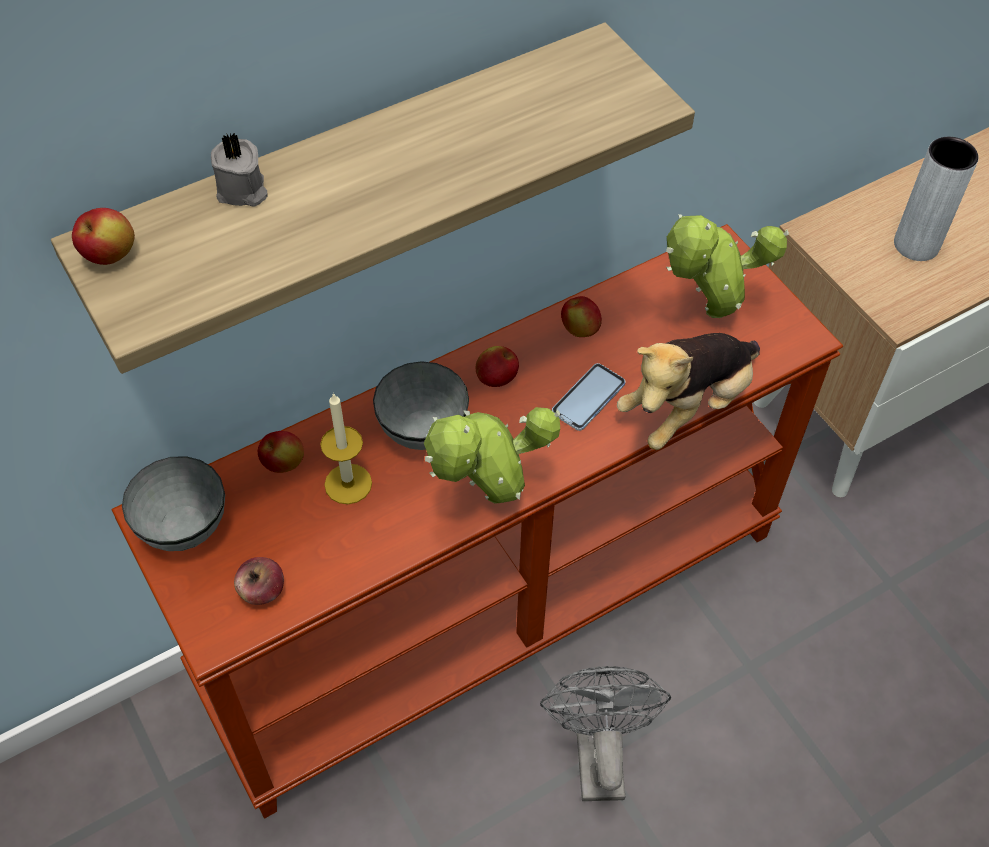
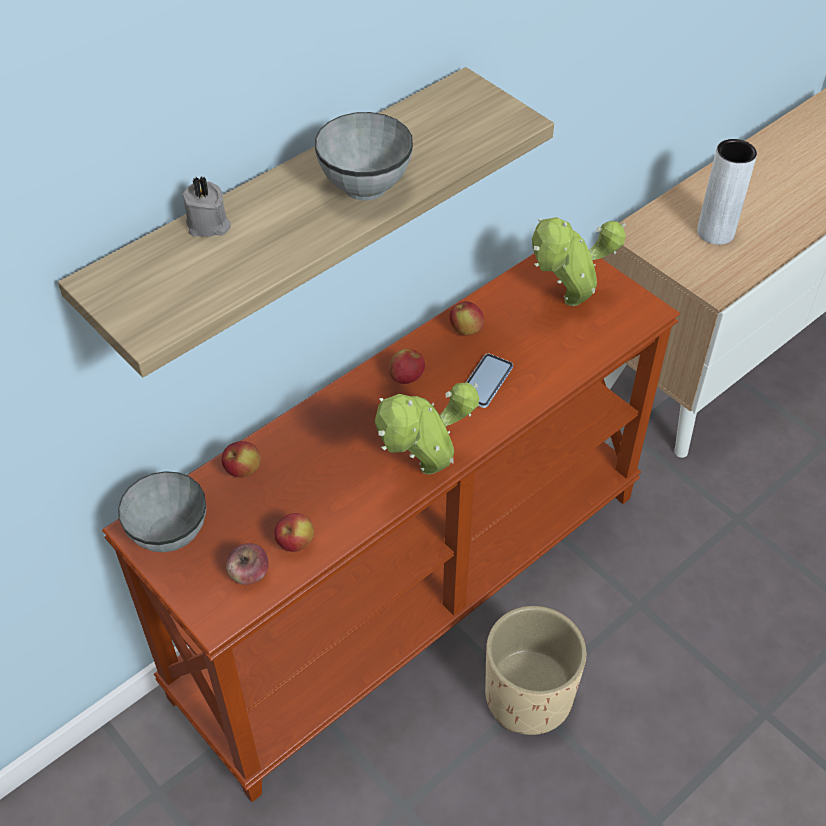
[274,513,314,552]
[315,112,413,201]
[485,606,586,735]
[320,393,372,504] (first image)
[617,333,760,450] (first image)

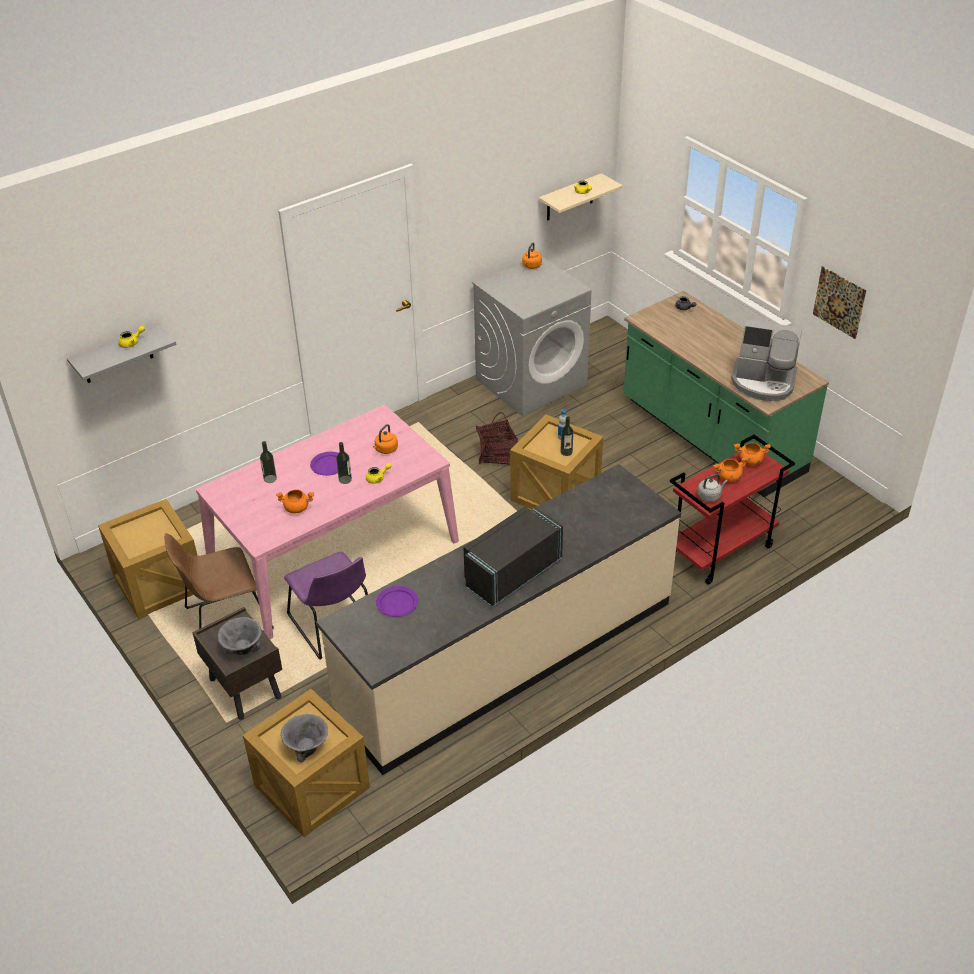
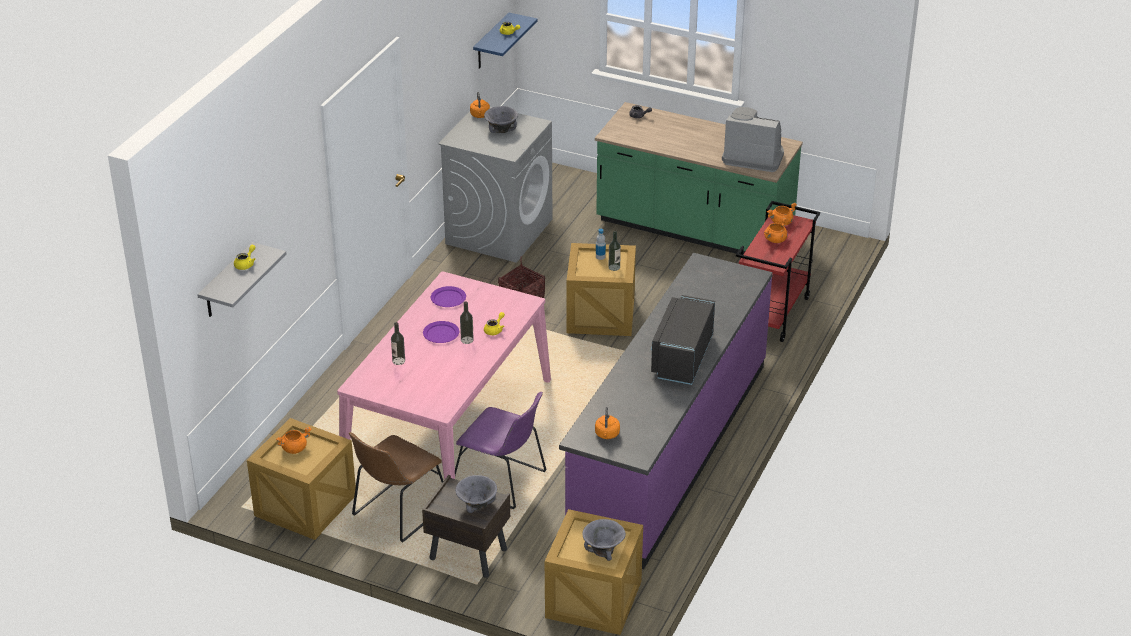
[276,427,312,454]
[431,286,466,307]
[473,13,538,69]
[484,106,518,133]
[559,253,773,569]
[595,407,620,439]
[722,107,784,172]
[697,474,728,502] (first image)
[813,266,867,339] (first image)

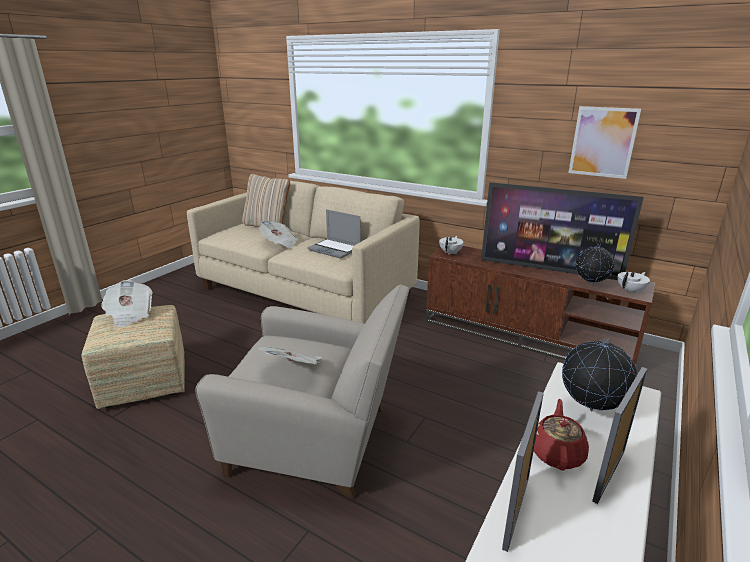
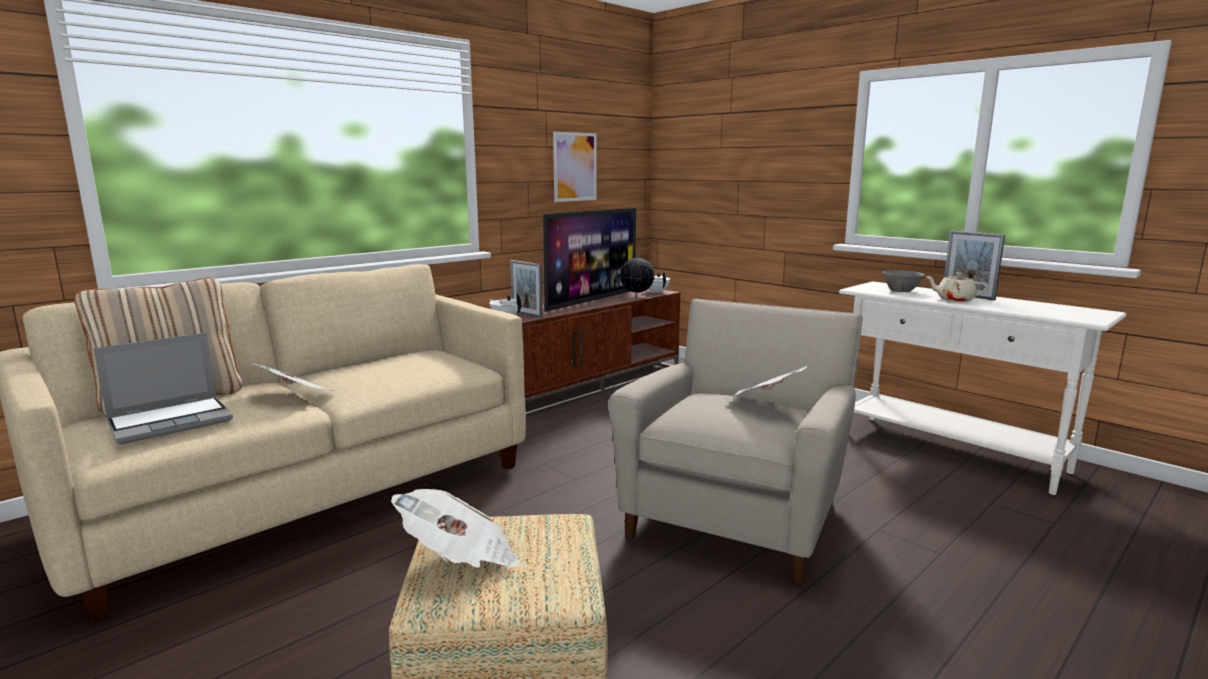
[93,333,233,445]
[510,260,543,318]
[883,270,925,292]
[926,272,988,302]

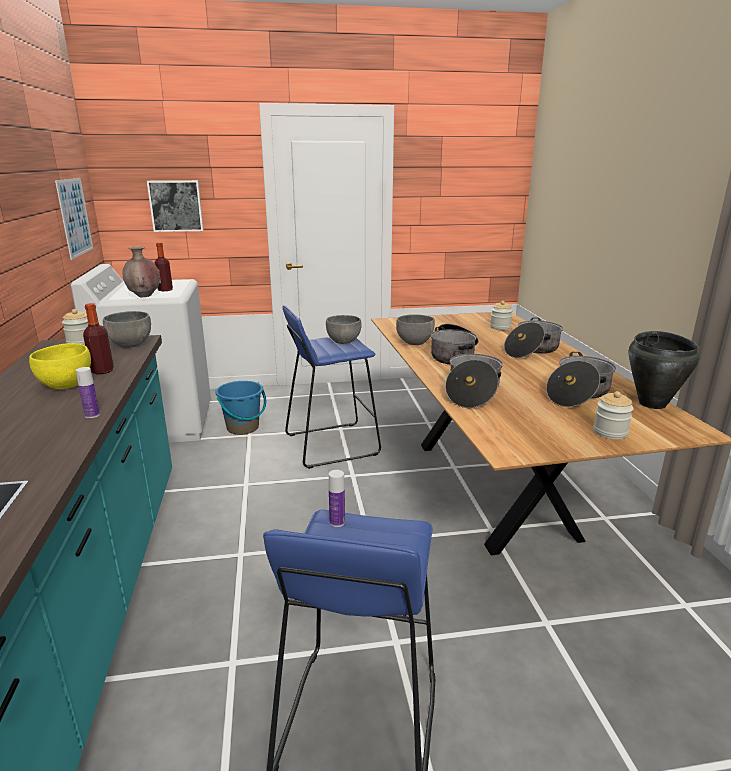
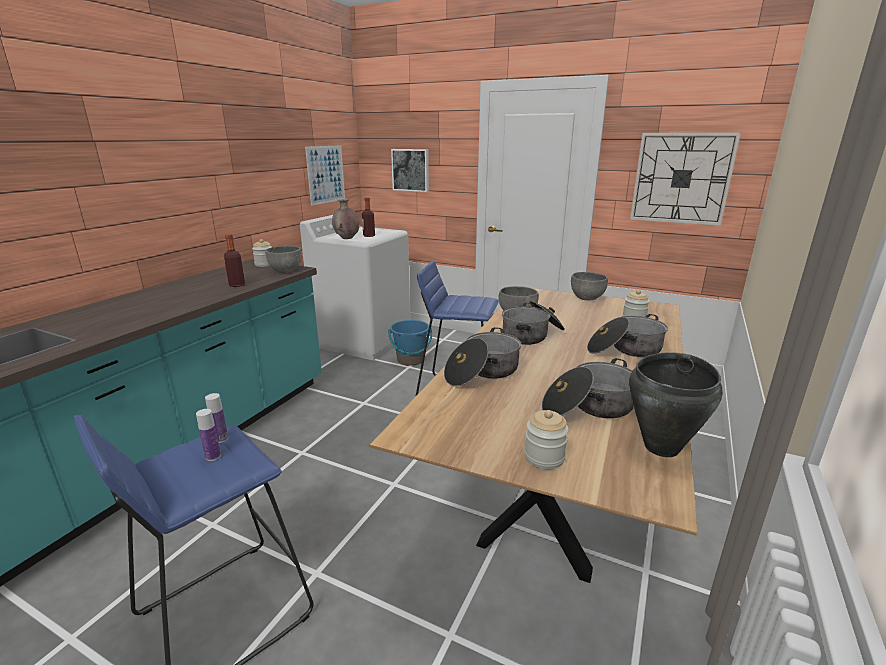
[196,409,221,461]
[571,272,608,301]
[630,133,741,226]
[29,343,91,389] (first image)

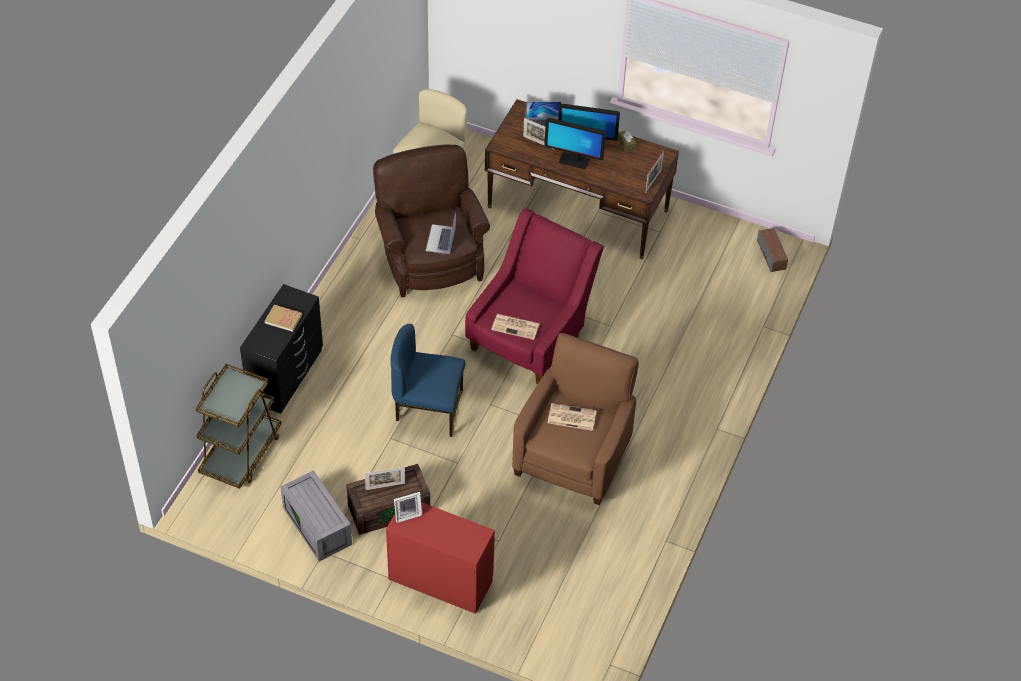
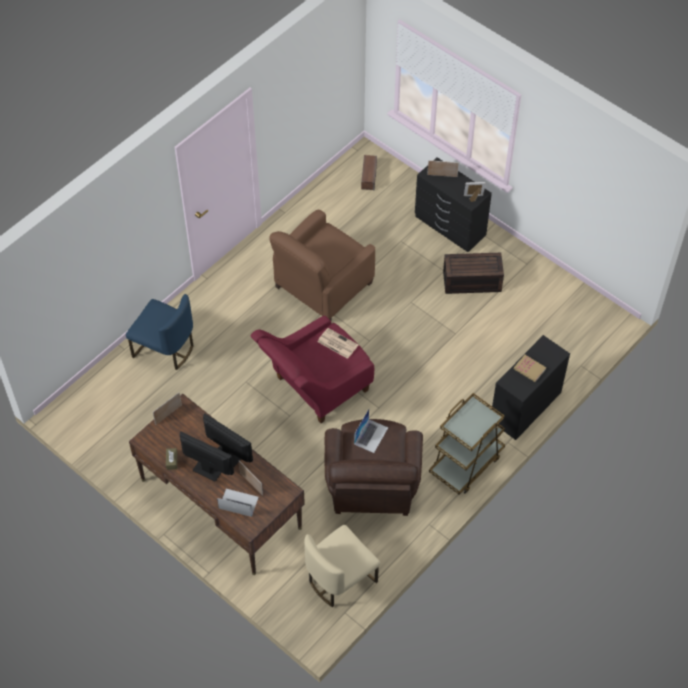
[126,294,194,370]
[361,155,377,190]
[415,157,492,252]
[427,160,459,177]
[429,393,505,494]
[280,470,352,562] (first image)
[548,403,597,431] (first image)

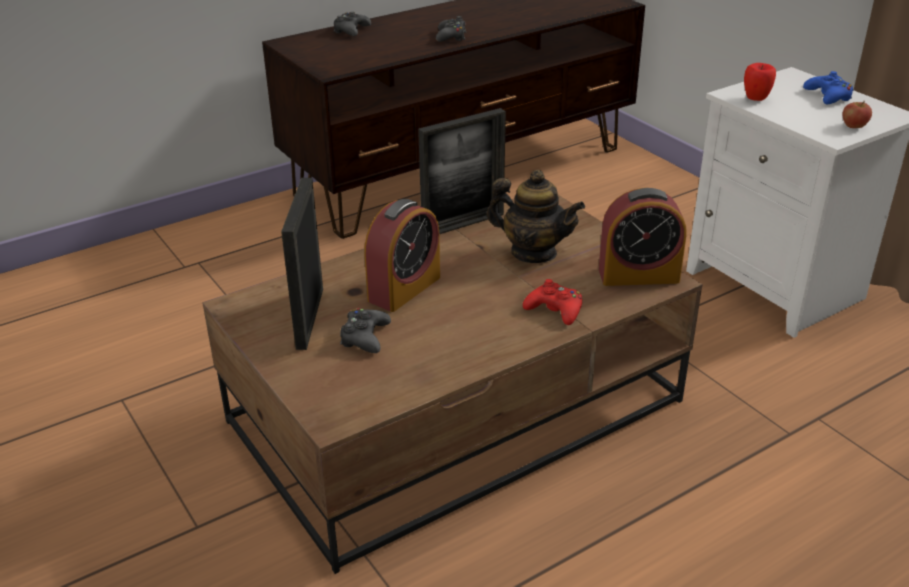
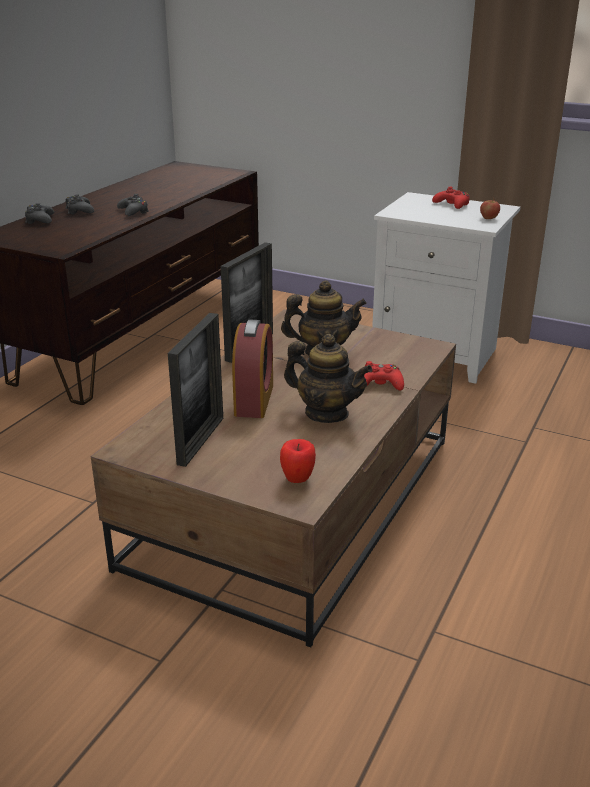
[65,195,94,215]
[168,313,223,467]
[280,439,316,483]
[284,334,373,423]
[432,187,470,209]
[599,188,686,286] (first image)

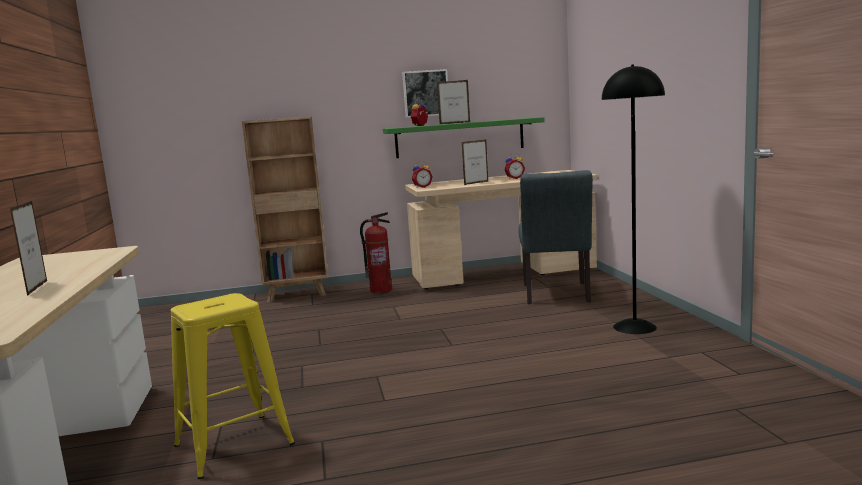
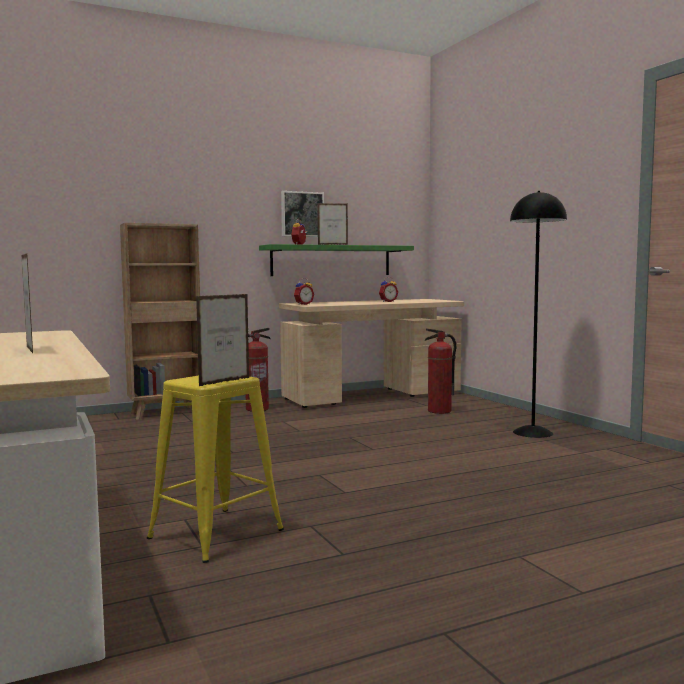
[196,294,250,386]
[425,329,457,414]

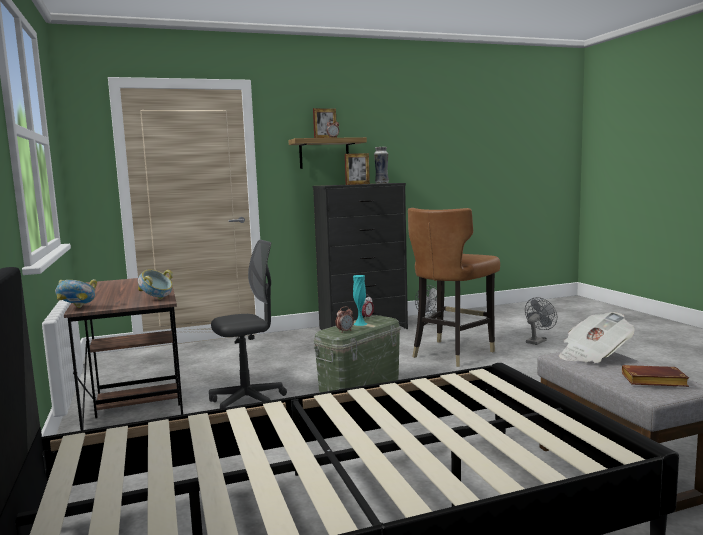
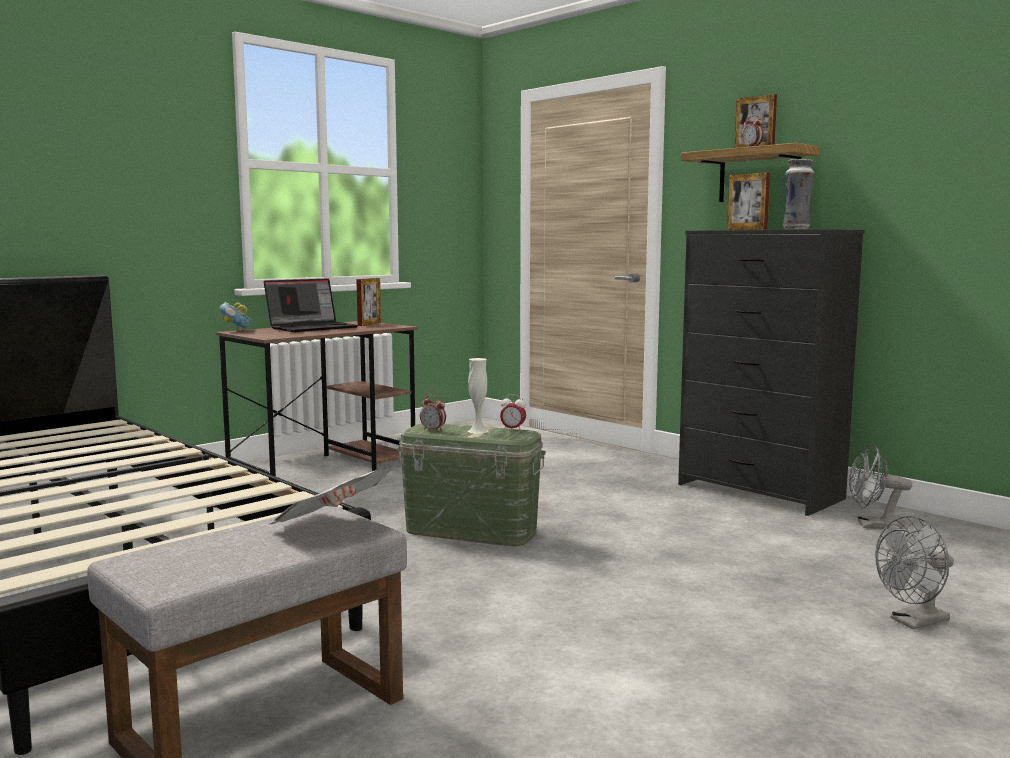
[264,279,358,332]
[356,278,381,326]
[468,358,488,434]
[875,516,954,629]
[138,270,173,300] (first image)
[209,240,287,408] (first image)
[408,208,500,367] (first image)
[622,365,689,387] (first image)

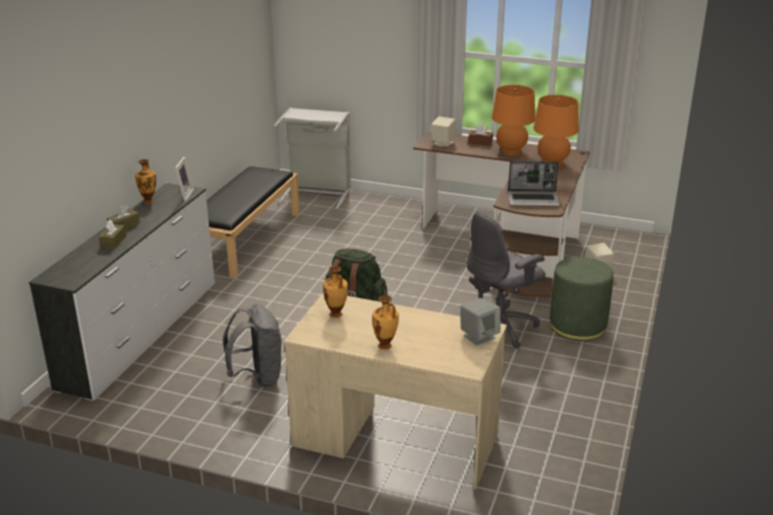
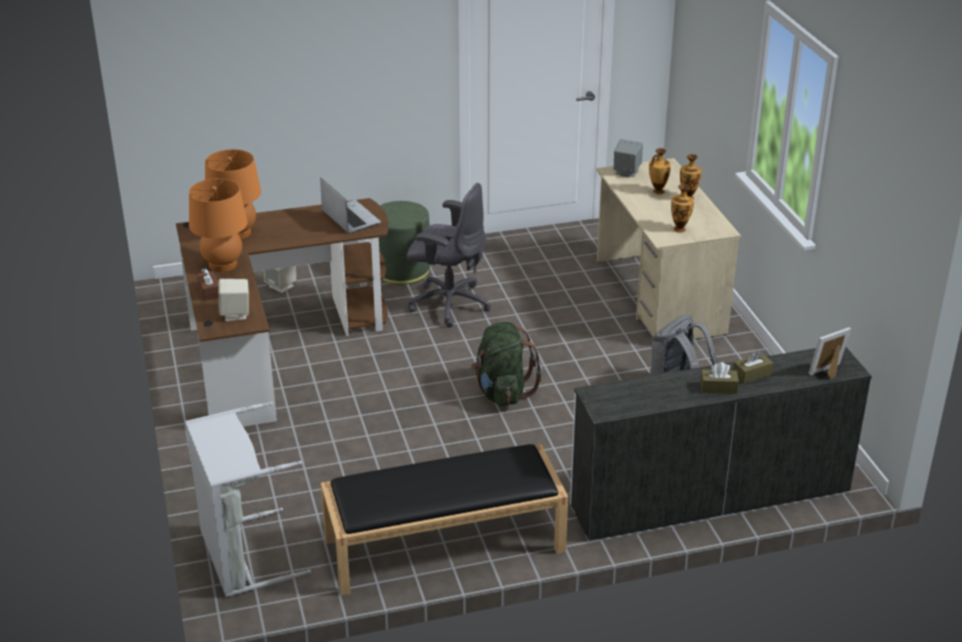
[649,148,671,194]
[809,327,851,379]

